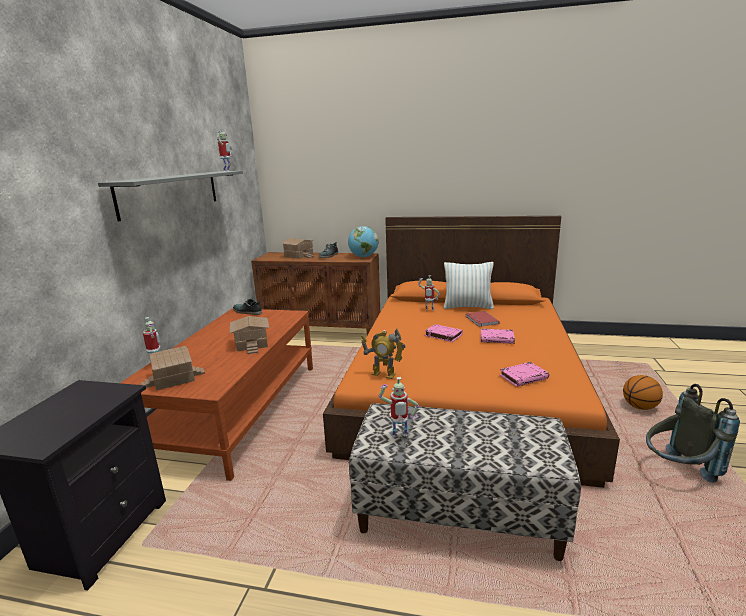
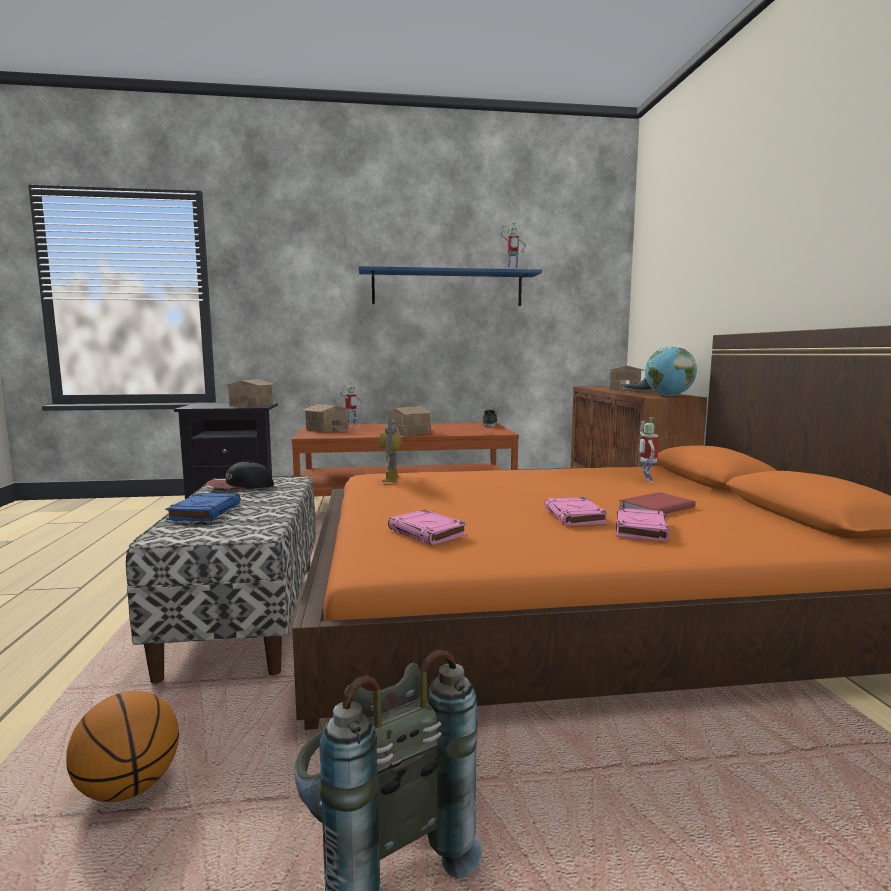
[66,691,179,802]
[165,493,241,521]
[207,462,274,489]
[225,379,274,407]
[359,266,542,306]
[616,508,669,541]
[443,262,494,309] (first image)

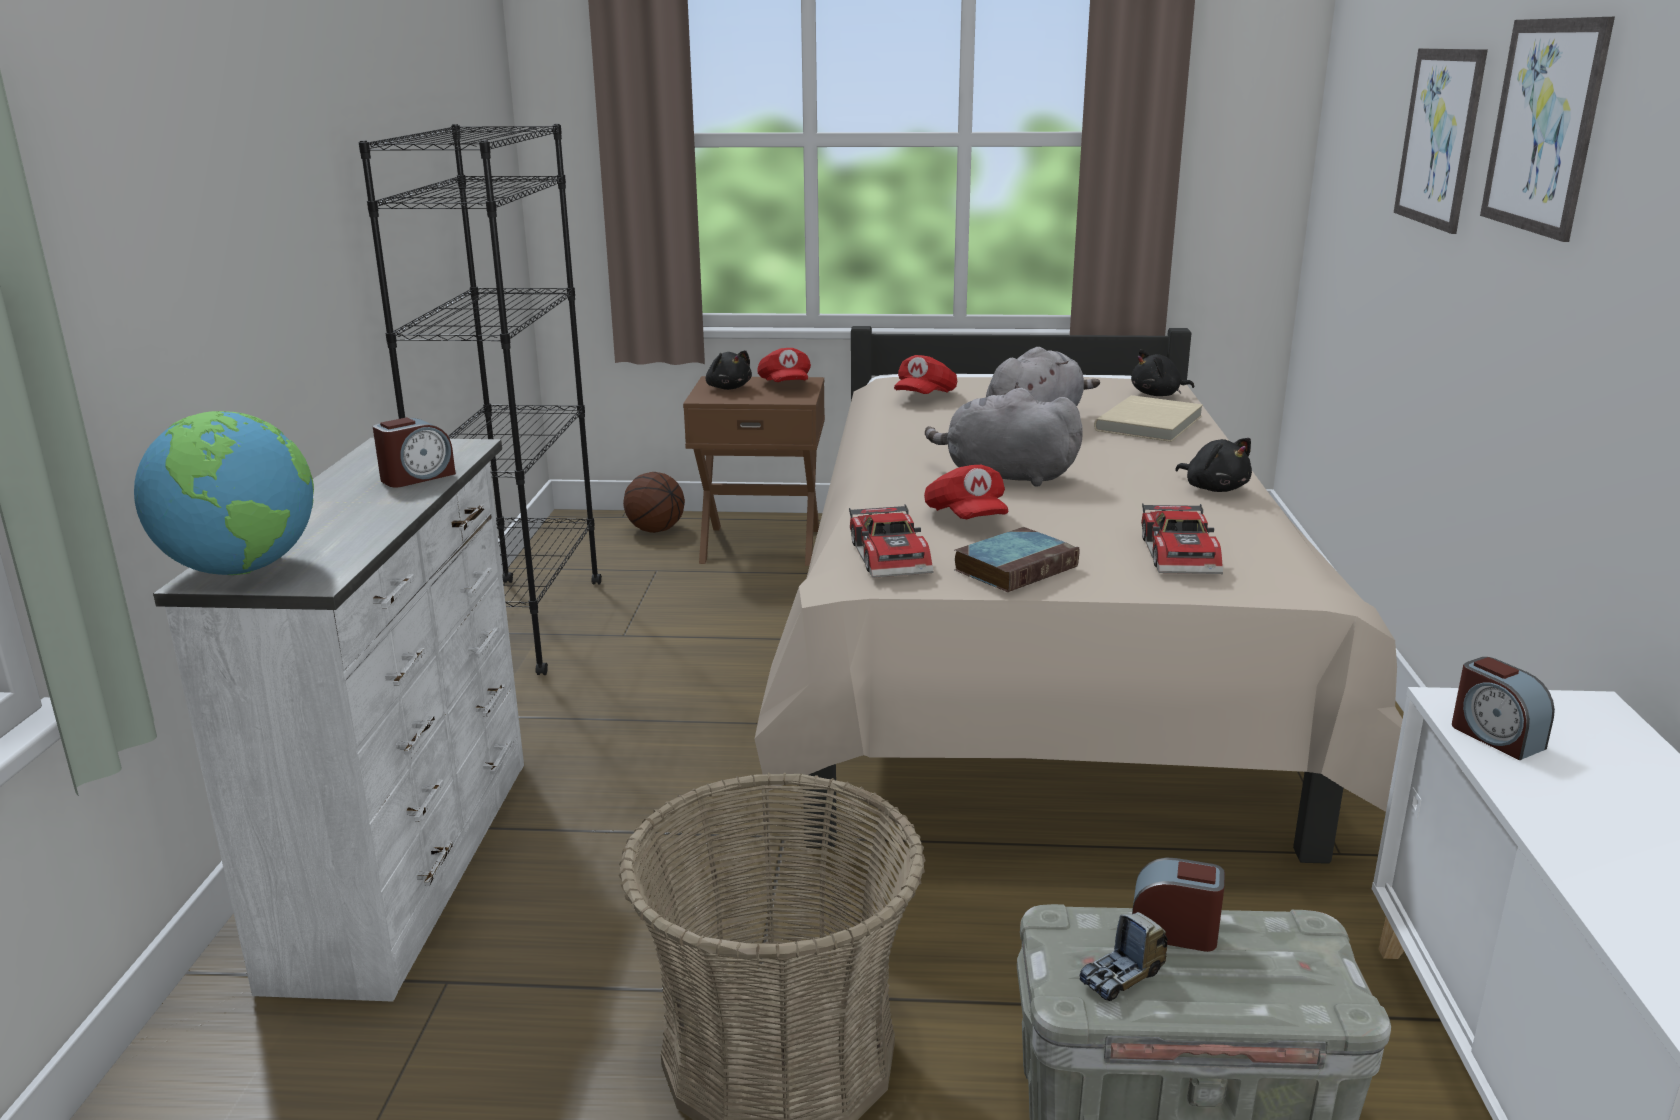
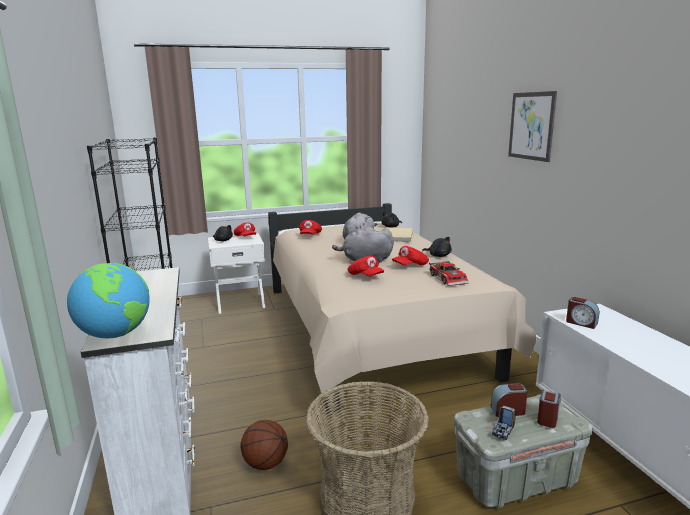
[208,233,265,314]
[240,420,288,470]
[392,246,429,265]
[537,390,561,428]
[849,504,934,578] (first image)
[954,527,1079,592] (first image)
[1394,49,1488,234] (first image)

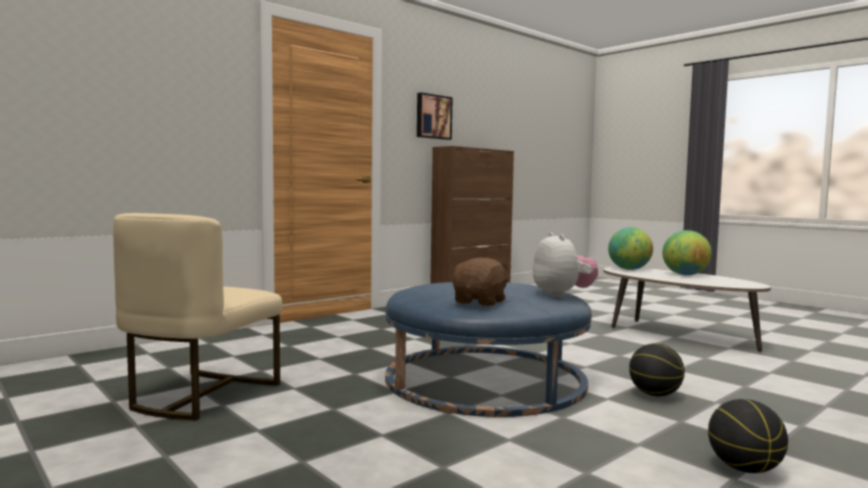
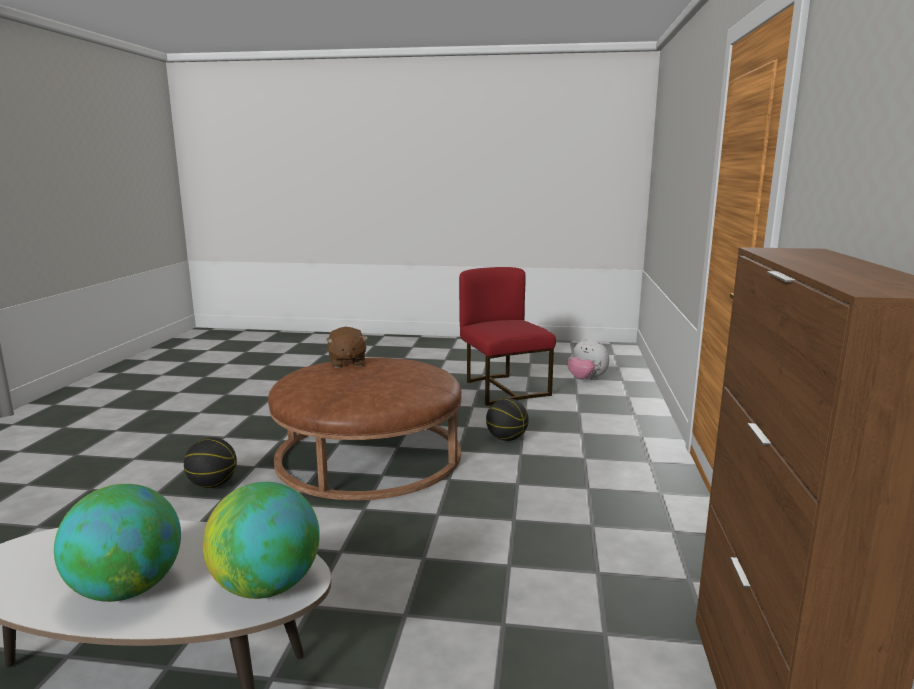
[268,358,461,500]
[459,267,556,406]
[486,398,529,441]
[567,338,609,380]
[417,92,453,140] (first image)

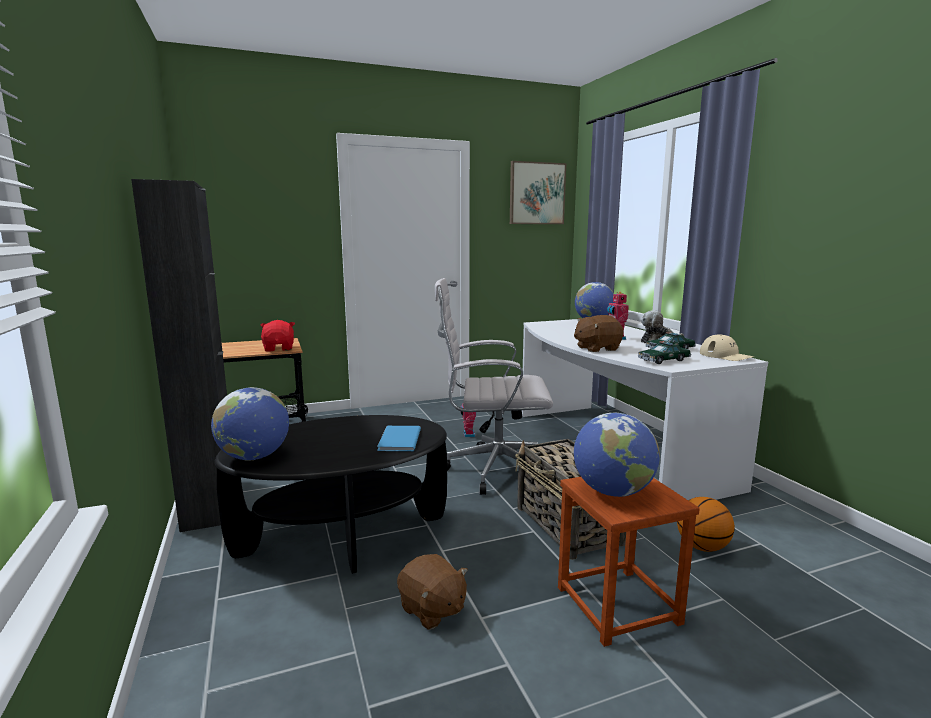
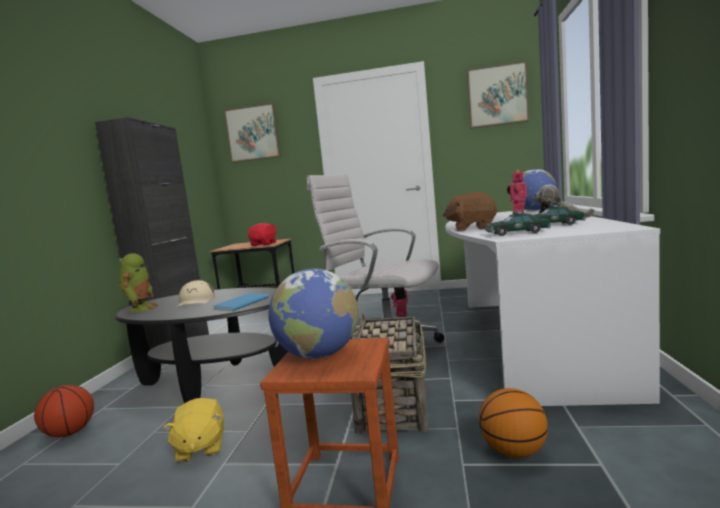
[34,385,94,437]
[119,253,158,313]
[163,398,224,463]
[177,280,215,307]
[224,103,281,163]

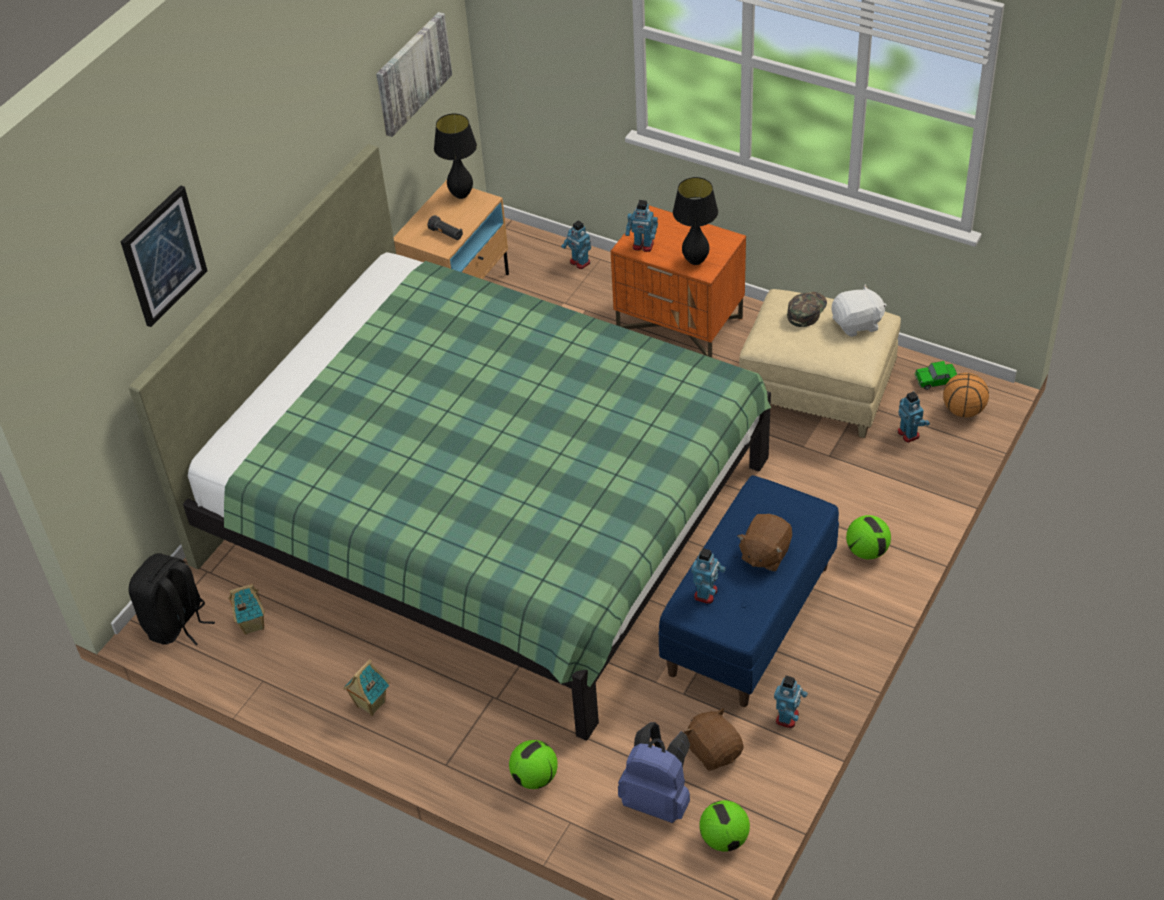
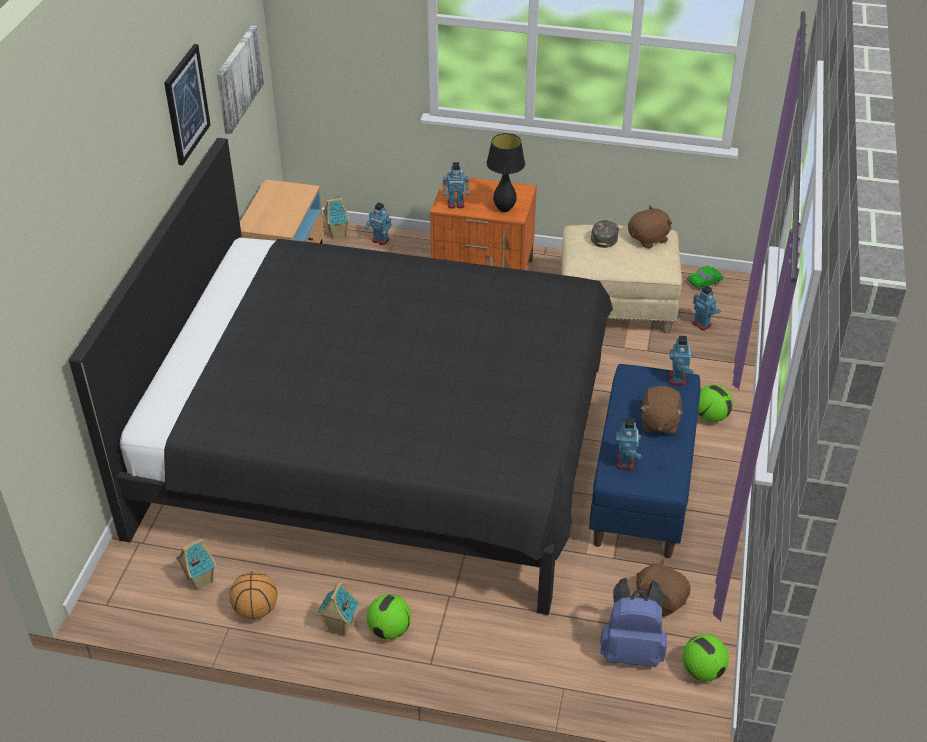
[69,138,613,615]
[164,44,211,165]
[229,571,277,619]
[323,197,350,239]
[367,594,411,639]
[628,206,672,249]
[669,336,693,386]
[129,553,215,645] (first image)
[428,215,463,240] (first image)
[434,114,477,199] (first image)

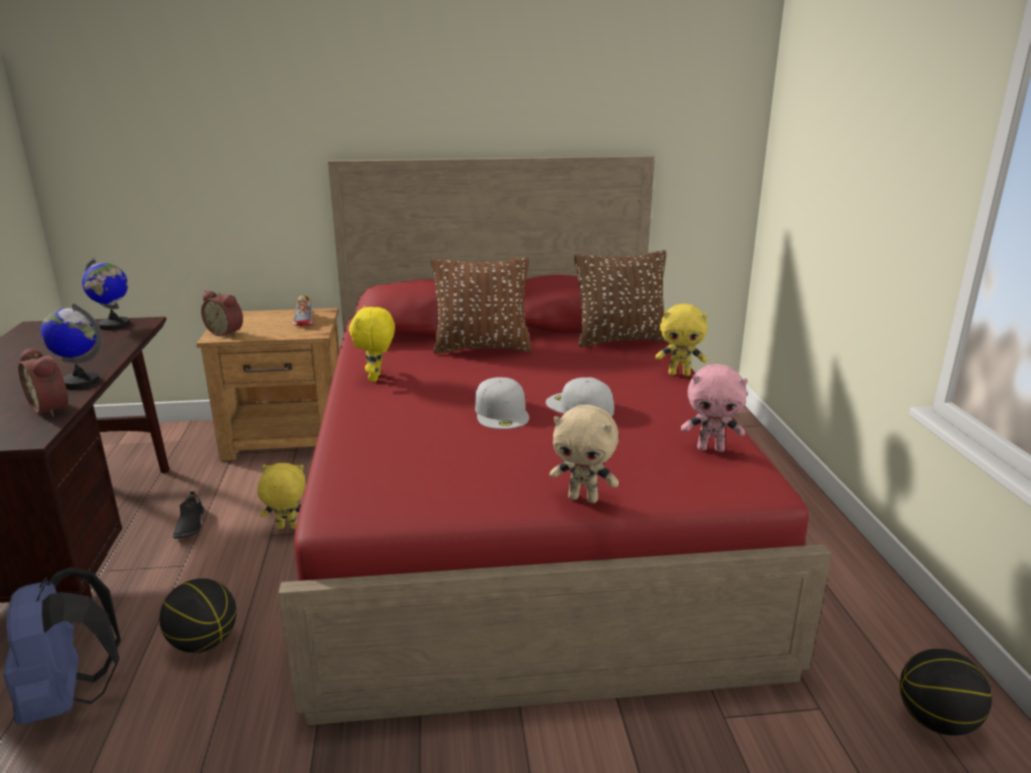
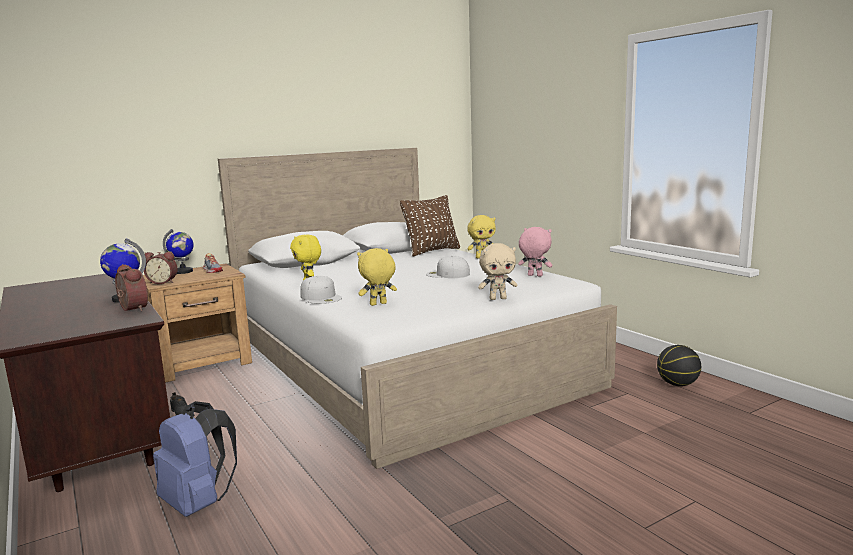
[115,264,148,311]
[163,229,194,274]
[218,148,617,469]
[300,276,342,304]
[357,248,397,306]
[518,227,552,277]
[160,578,237,653] (first image)
[431,257,532,354] (first image)

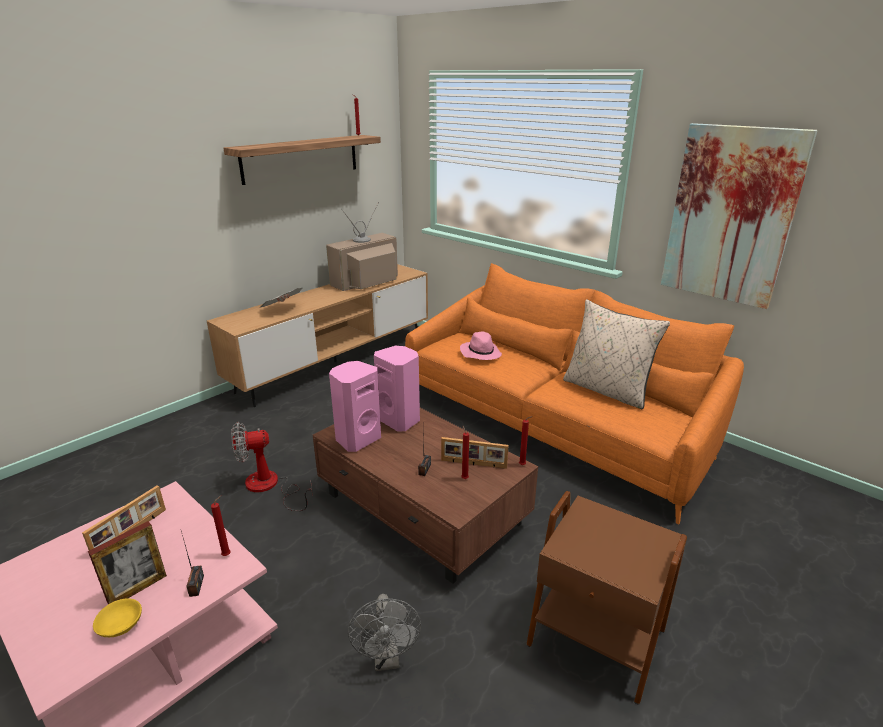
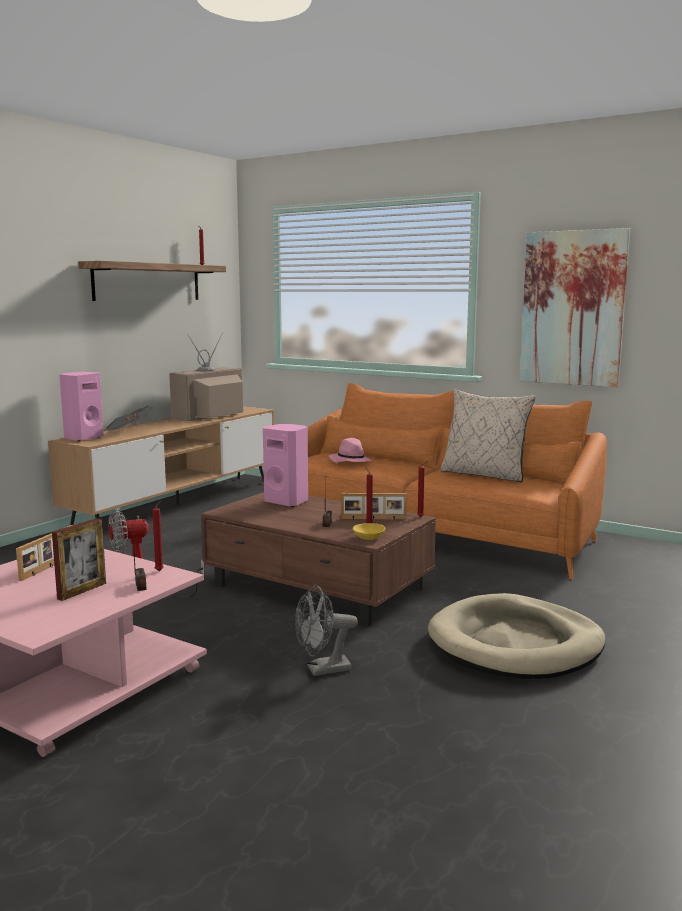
[59,372,104,441]
[295,585,358,676]
[353,523,385,540]
[428,593,605,679]

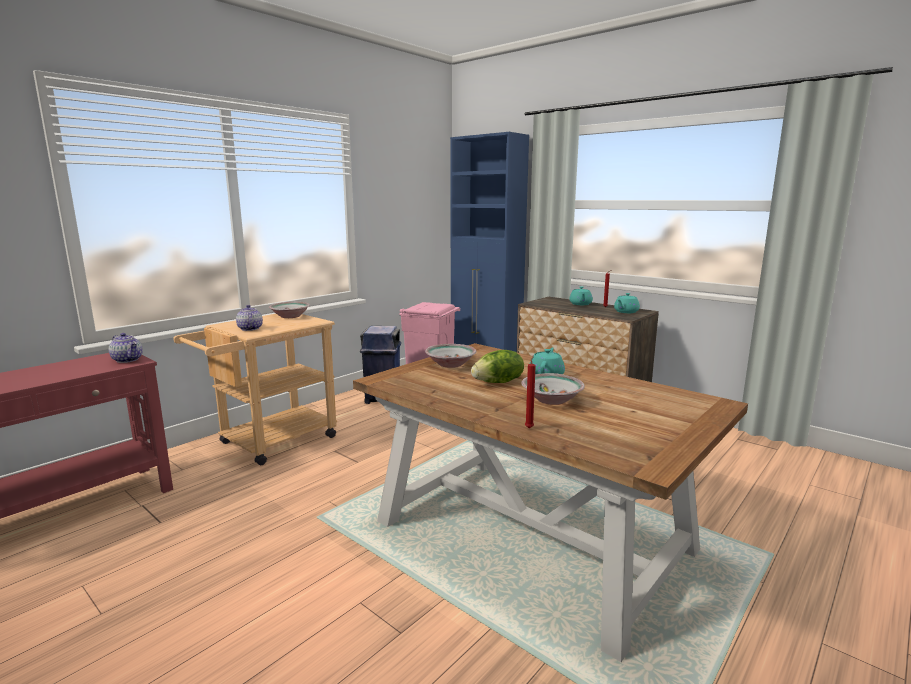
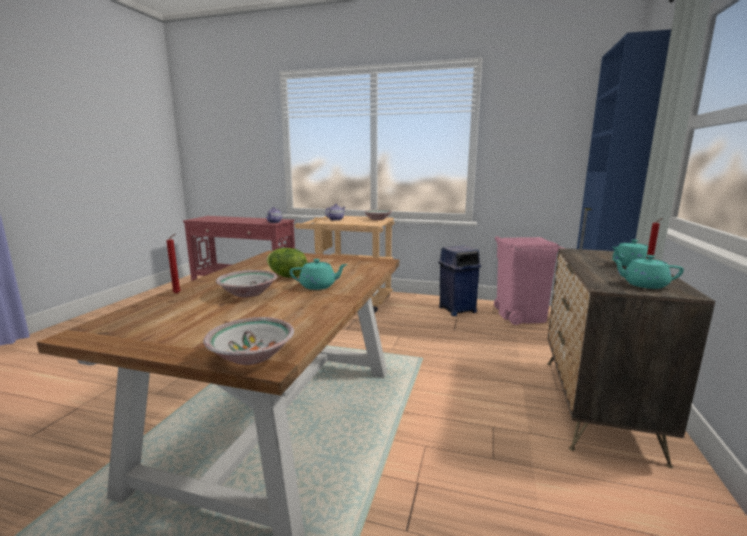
[203,317,294,365]

